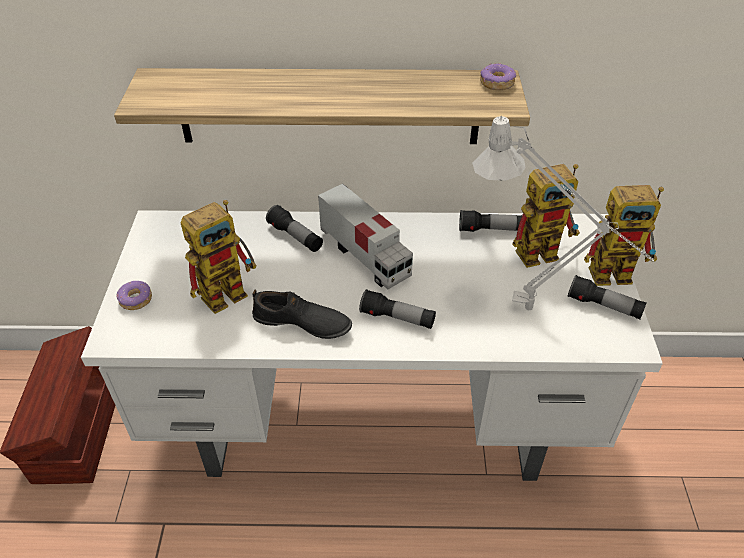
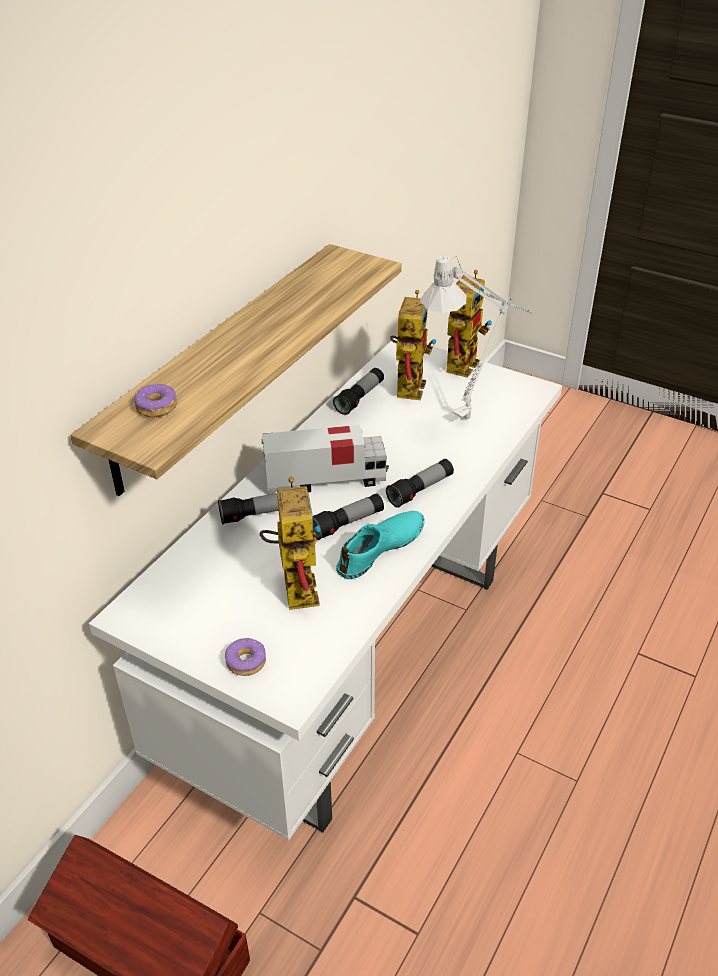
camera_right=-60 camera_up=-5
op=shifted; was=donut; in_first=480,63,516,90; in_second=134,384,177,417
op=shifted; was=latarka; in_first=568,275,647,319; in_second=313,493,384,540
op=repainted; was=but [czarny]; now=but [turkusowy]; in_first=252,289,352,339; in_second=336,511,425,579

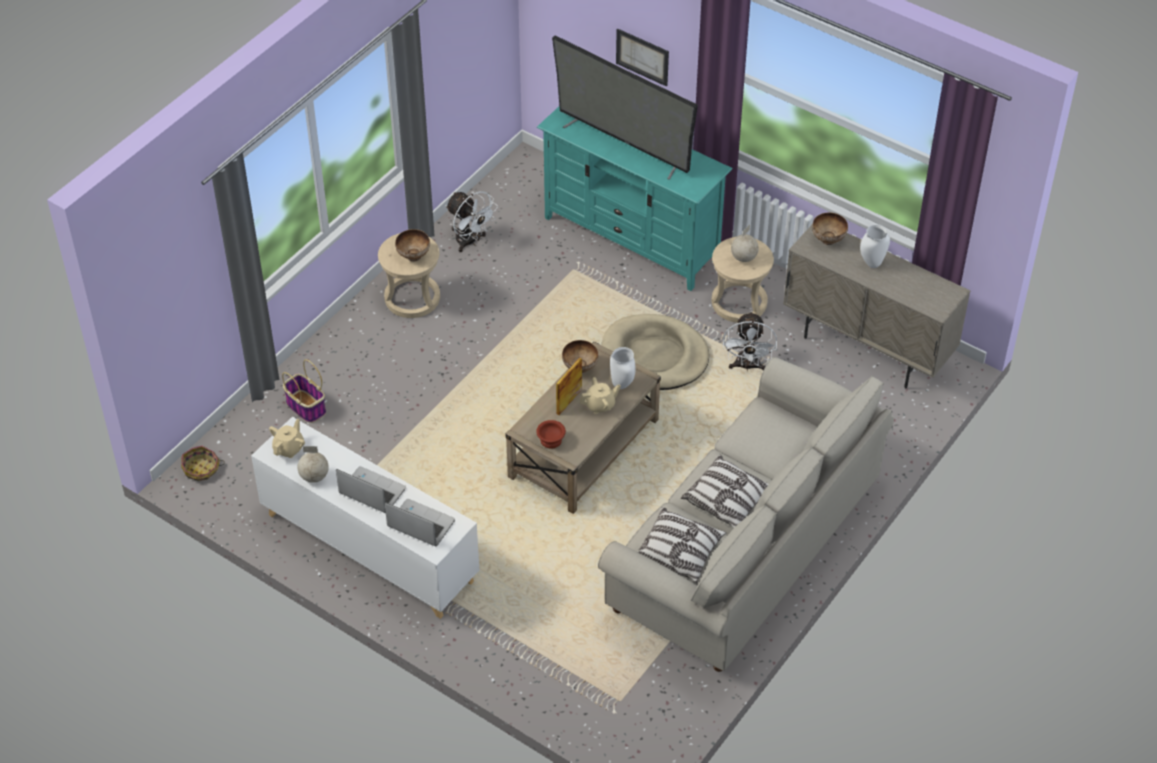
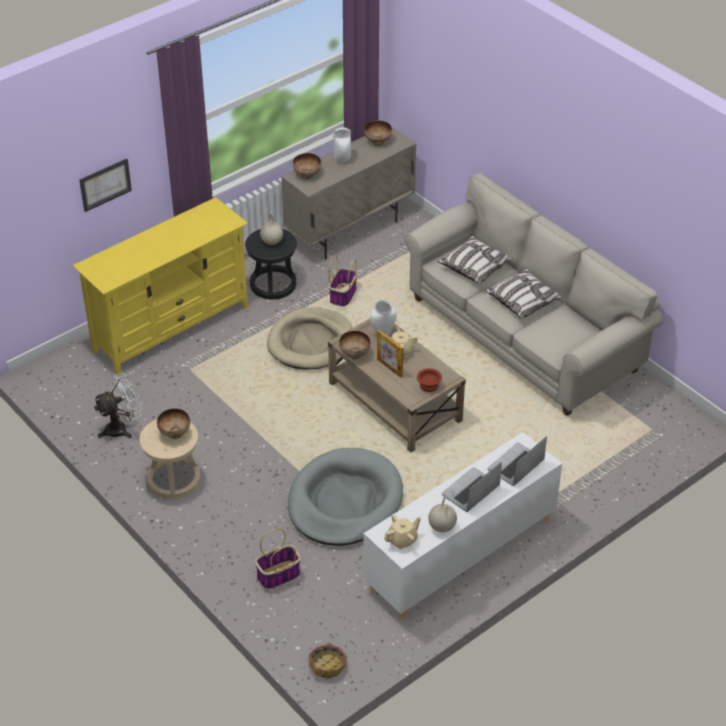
camera_right=-75 camera_up=-5
op=gone; was=telewizor; in_first=552,35,698,180
op=new; now=legowisko [szary]; in_second=288,448,403,546
op=new; now=miska; in_second=364,120,392,146
op=shifted; was=poduszka; in_first=637,507,726,582; in_second=438,236,512,284
op=swapped; was=wentylator [biały]; now=koszyk; in_first=723,311,777,372; in_second=329,254,357,307
op=repainted; was=szafka pod telewizor [turkusowy]; now=szafka pod telewizor [żółty]; in_first=537,107,733,291; in_second=72,197,248,376
op=repainted; was=stołek [beżowy]; now=stołek [czarny]; in_first=712,237,774,323; in_second=245,229,297,300
op=rotated; was=imbryk [beżowy]; in_first=269,419,305,458; in_second=384,514,421,549; clockwise=105

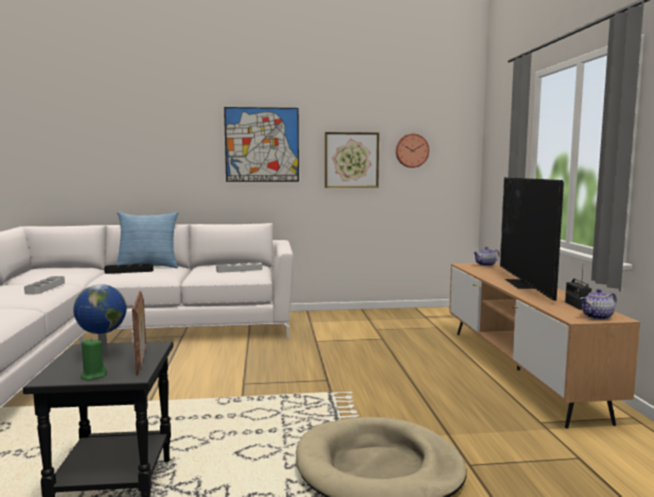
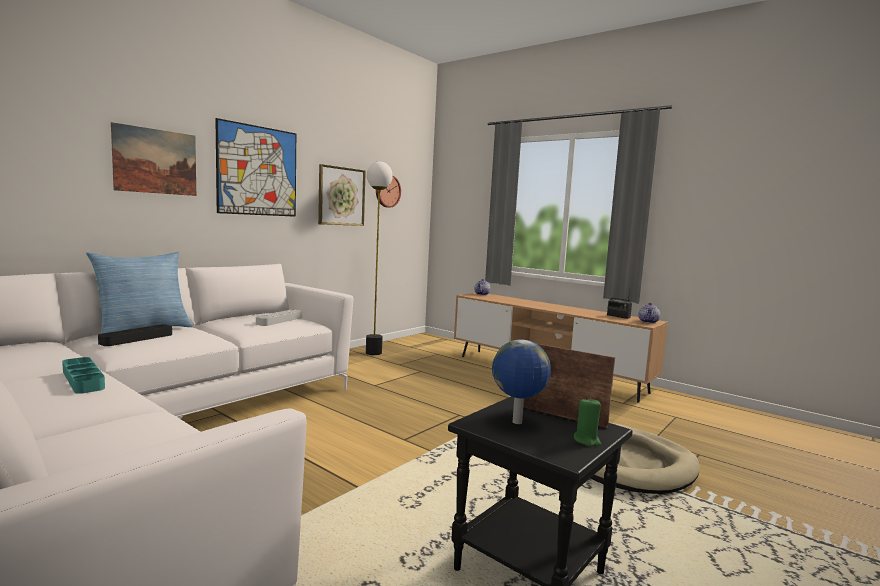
camera_right=-45 camera_up=0
op=gone; was=telewizor; in_first=500,177,564,301
op=new; now=obraz; in_second=111,122,196,196
op=new; now=lampa stojąca; in_second=366,161,393,355
op=repainted; was=taca [szary]; now=taca [turkusowy]; in_first=24,276,65,294; in_second=62,357,105,394

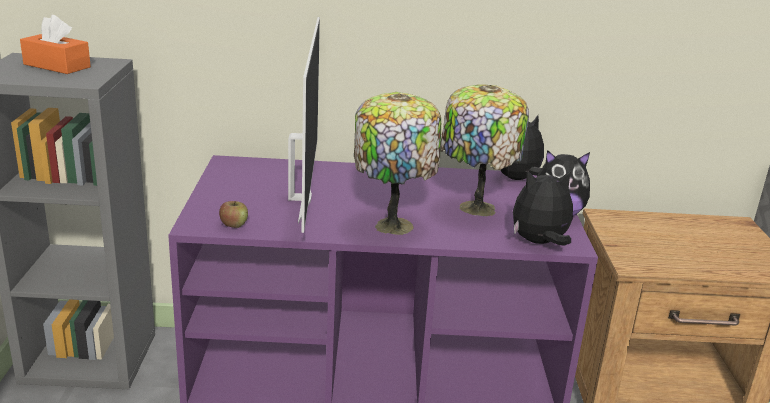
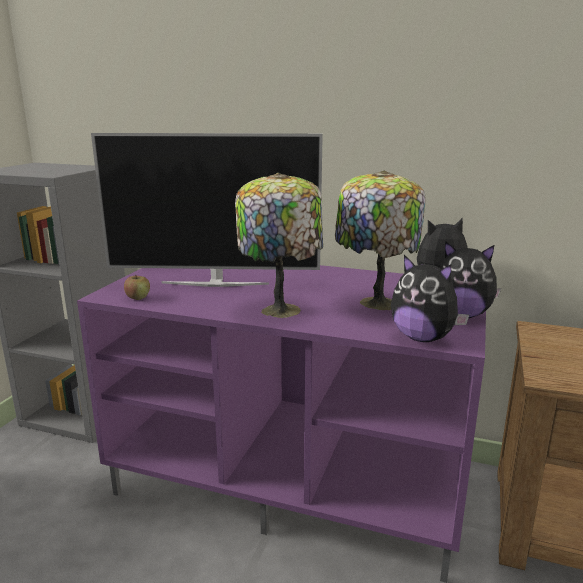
camera_right=20 camera_up=-5
op=gone; was=pudełko chusteczek [pomarańczowy]; in_first=20,15,91,74
op=rotated; was=telewizor; in_first=288,17,320,233; in_second=91,133,323,287; clockwise=75
op=rotated; was=pluszak; in_first=513,170,573,246; in_second=391,255,469,342; clockwise=-150

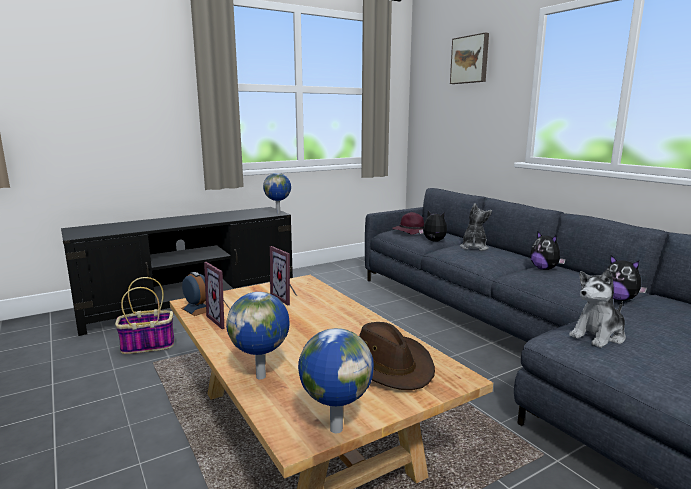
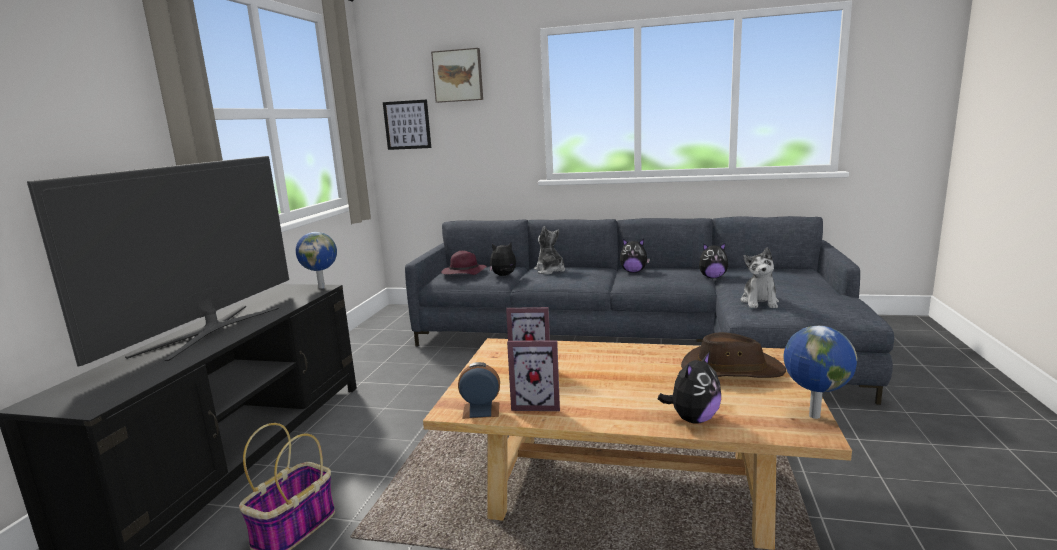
camera_right=-45 camera_up=0
op=new; now=telewizor; in_second=27,156,289,366
op=new; now=obraz; in_second=383,100,431,150
op=swapped; was=globus; now=pluszak; in_first=226,292,289,380; in_second=658,352,721,424

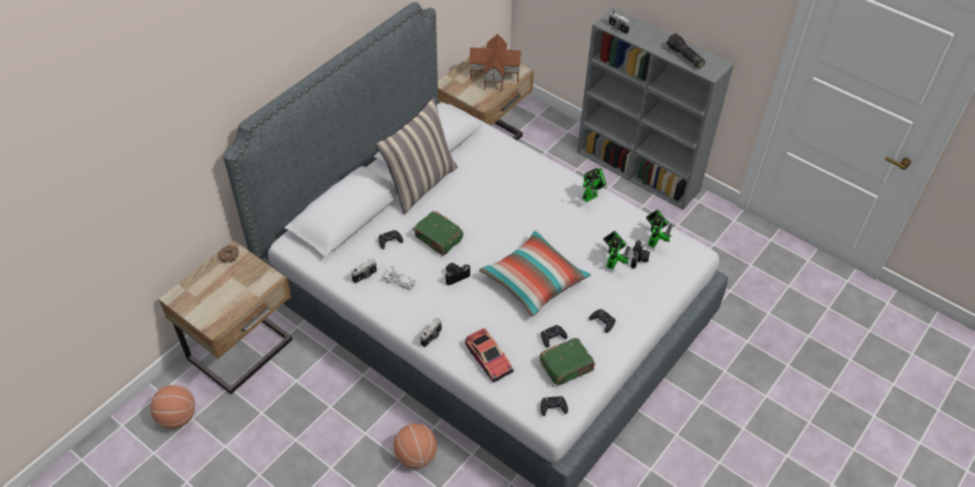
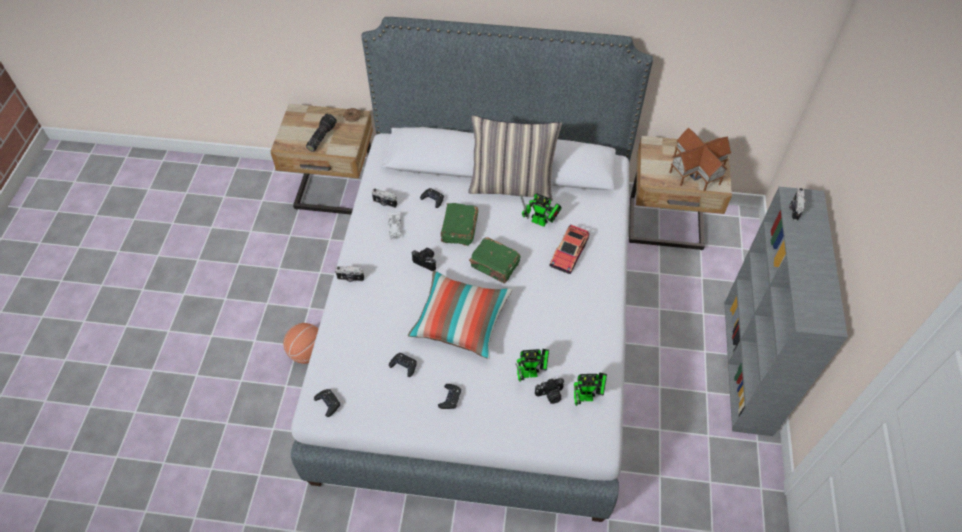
camera_right=60 camera_up=5
op=gone; was=piłka do koszykówki; in_first=151,385,195,429
op=shifted; was=samochodzik; in_first=465,328,514,382; in_second=549,225,589,274
op=shifted; was=książka [zielony]; in_first=540,338,595,385; in_second=469,237,521,283
op=shifted; was=robot zabawkowy; in_first=582,168,606,202; in_second=521,194,562,227
op=shifted; was=latarka; in_first=667,33,705,69; in_second=306,113,337,152

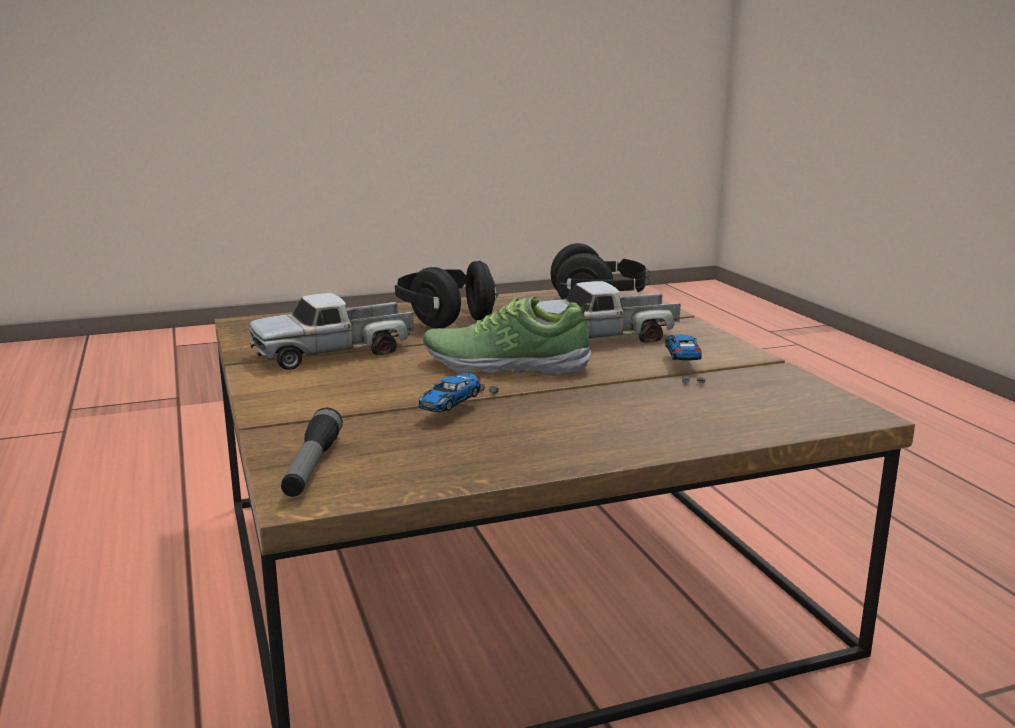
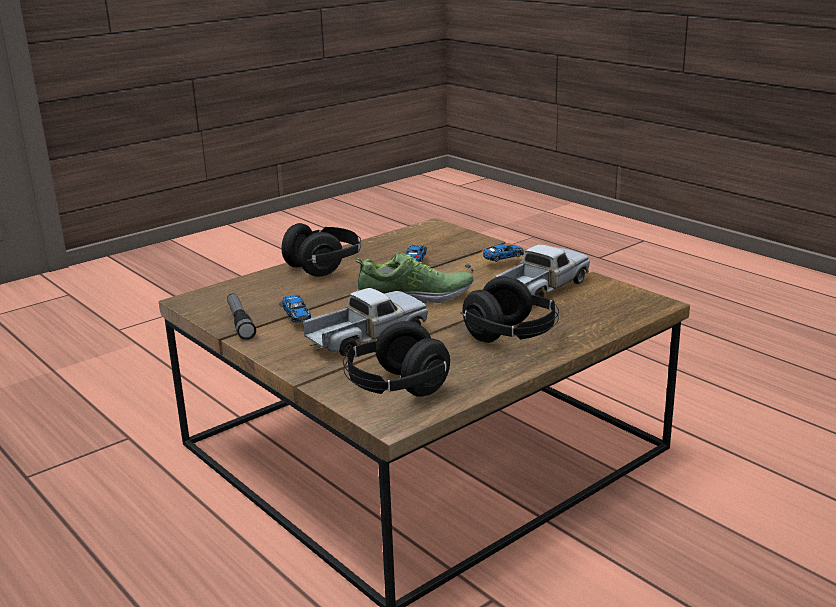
camera_right=160 camera_up=5
op=new; now=słuchawki [czarny]; in_second=282,223,361,276
op=new; now=samochodzik; in_second=465,244,524,272
op=shifted; was=latarka; in_first=281,407,343,497; in_second=227,294,256,340

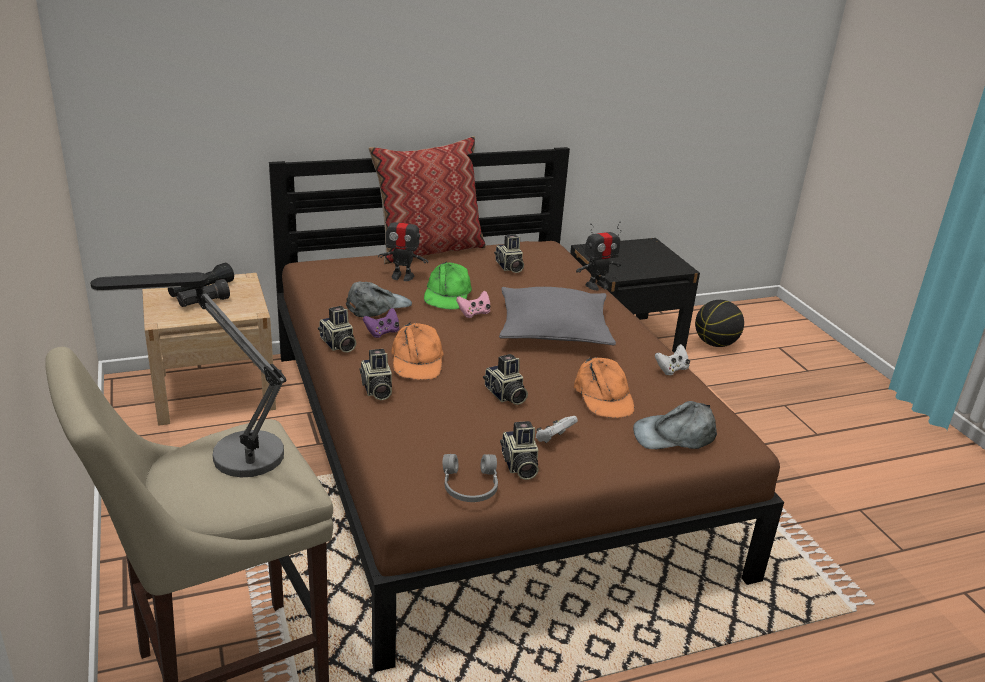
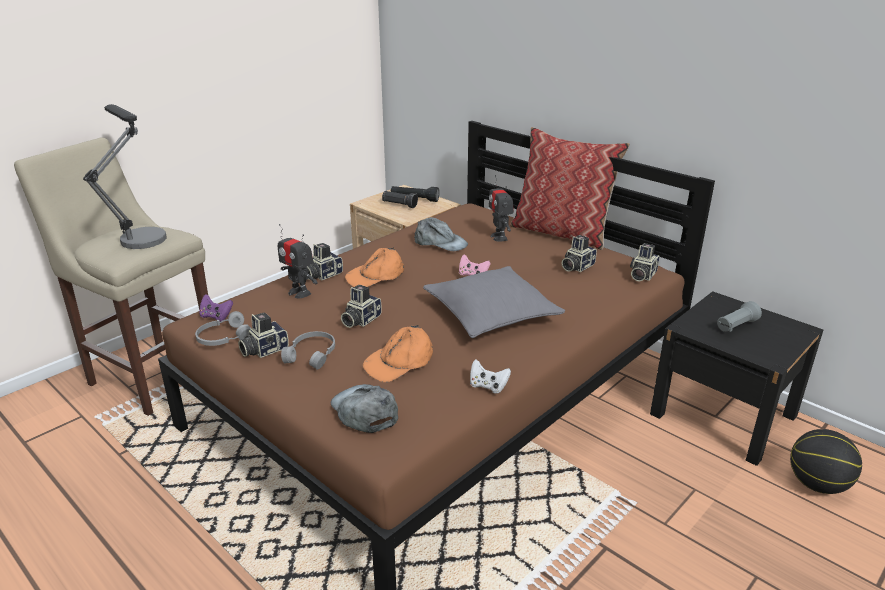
camera_right=65 camera_up=0
op=gone; was=czapka z daszkiem [zielony]; in_first=424,262,472,310
op=new; now=latarka [szary]; in_second=717,301,762,332
op=shifted; was=aparat fotograficzny; in_first=318,306,356,353; in_second=630,243,660,282
op=shifted; was=pad do gier [fioletowy]; in_first=363,308,399,338; in_second=199,294,233,322
op=shifted; was=robot zabawkowy; in_first=576,222,621,290; in_second=278,224,317,298
op=swapped; was=pad do gier [biały]; now=słuchawki [szary]; in_first=536,416,578,443; in_second=281,331,335,370

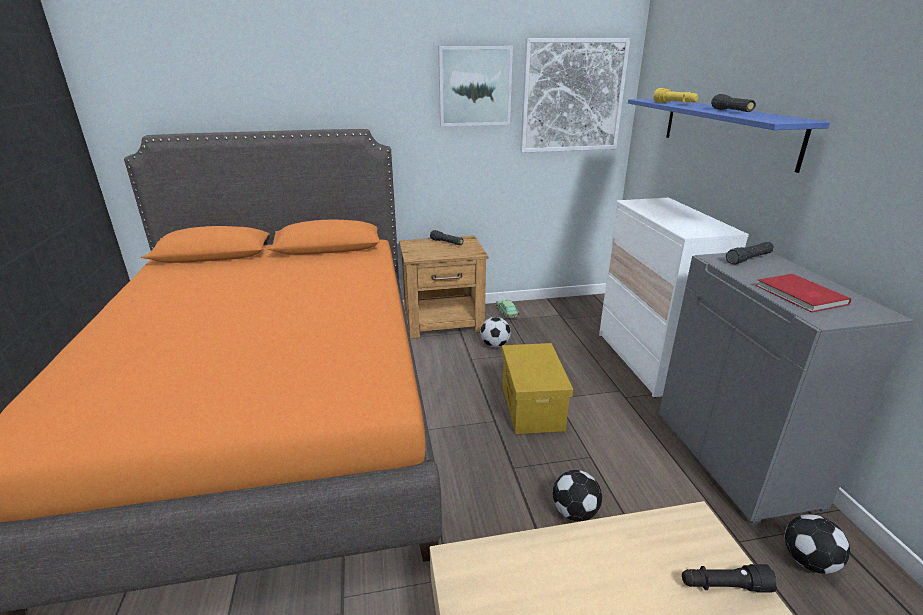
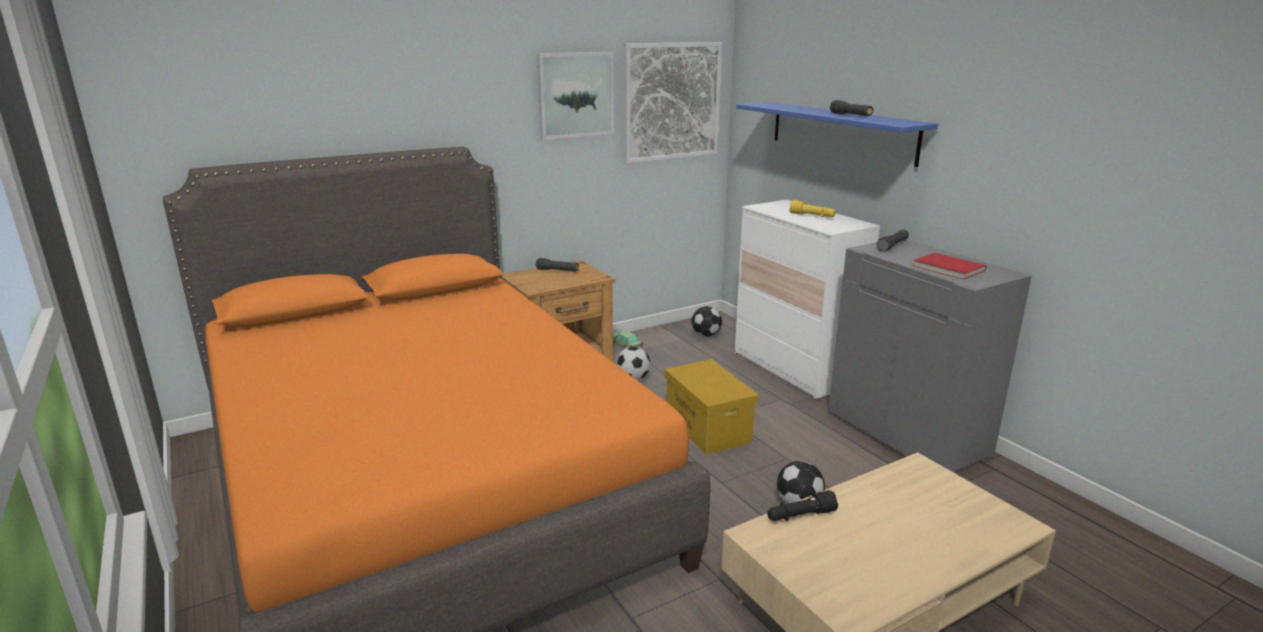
camera_right=-20 camera_up=-5
op=shifted; was=latarka [żółty]; in_first=653,88,698,103; in_second=789,200,836,217
op=shifted; was=latarka [czarny]; in_first=682,564,777,592; in_second=767,490,838,521
op=shifted; was=piłka futbolowa; in_first=785,514,850,574; in_second=692,306,722,337

